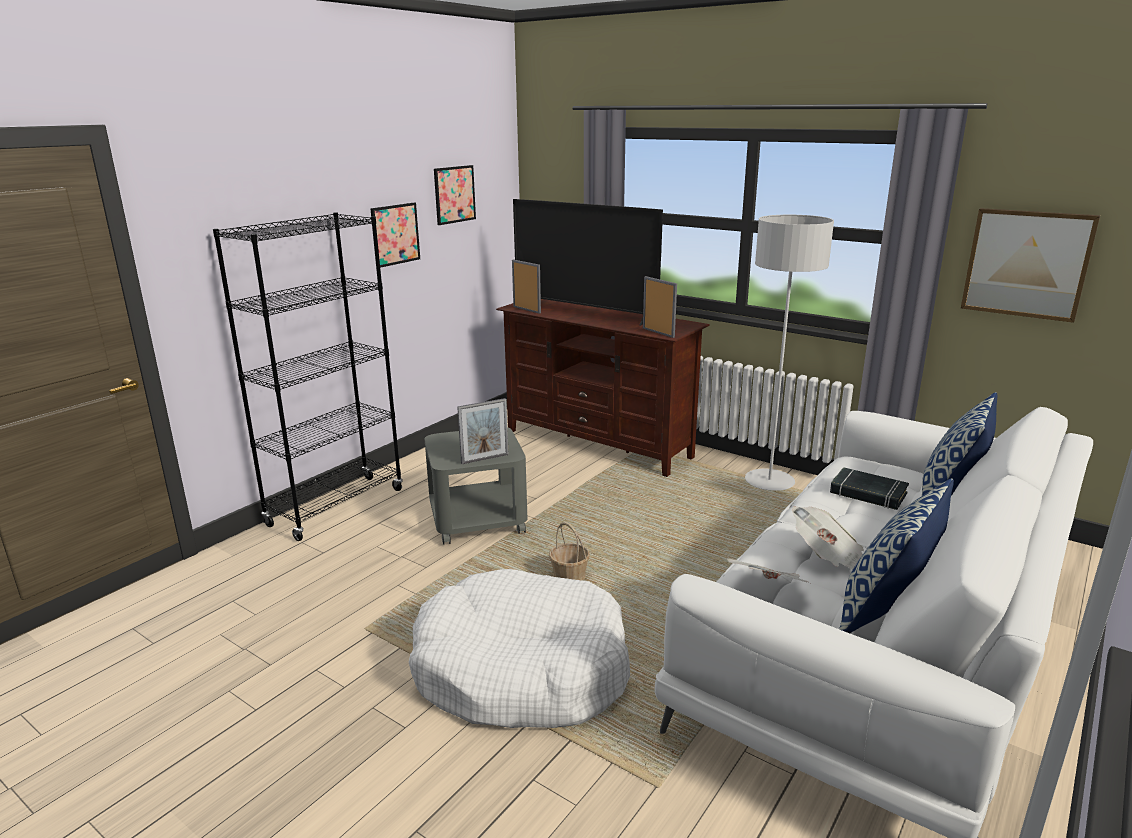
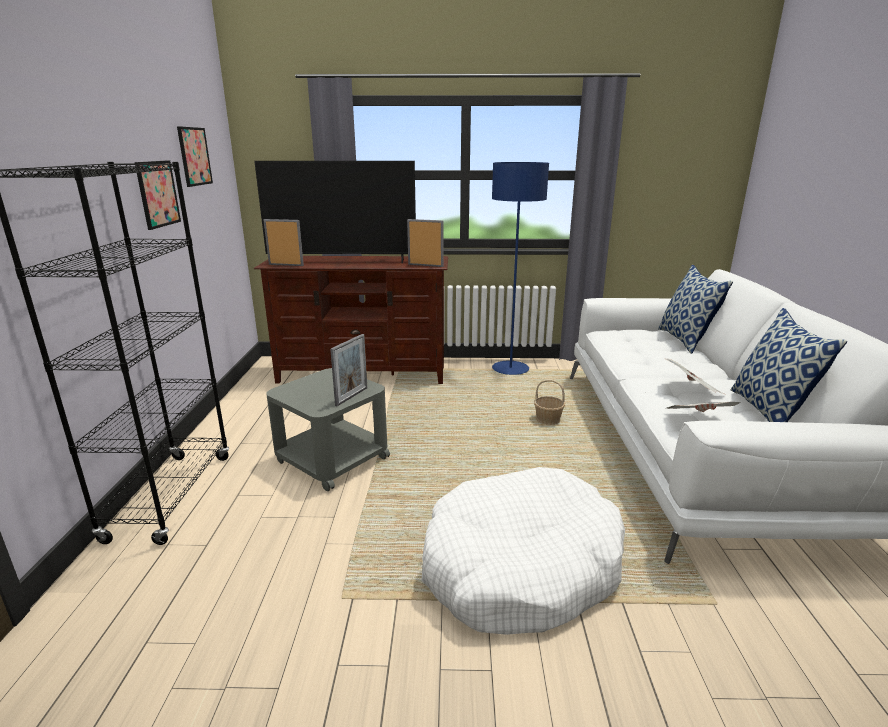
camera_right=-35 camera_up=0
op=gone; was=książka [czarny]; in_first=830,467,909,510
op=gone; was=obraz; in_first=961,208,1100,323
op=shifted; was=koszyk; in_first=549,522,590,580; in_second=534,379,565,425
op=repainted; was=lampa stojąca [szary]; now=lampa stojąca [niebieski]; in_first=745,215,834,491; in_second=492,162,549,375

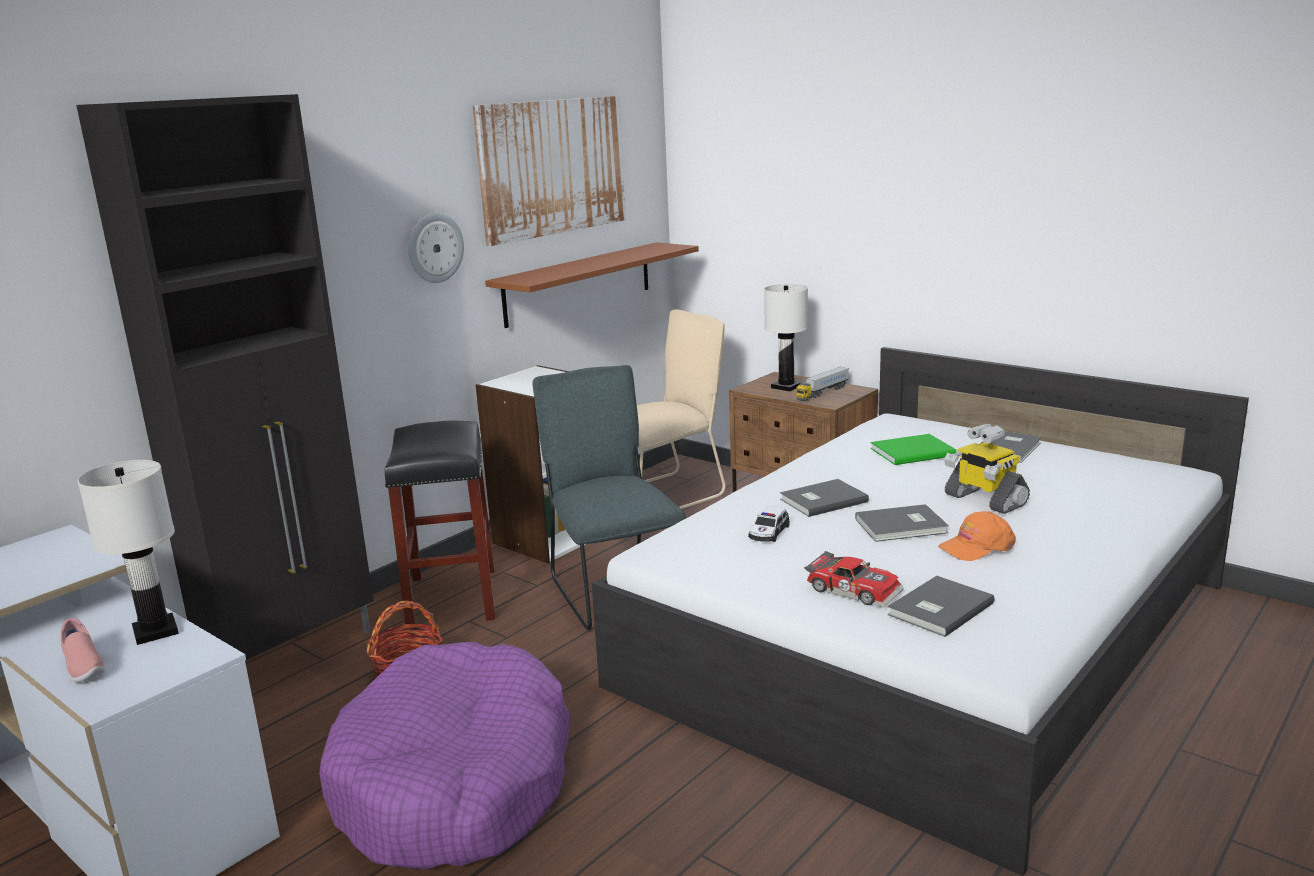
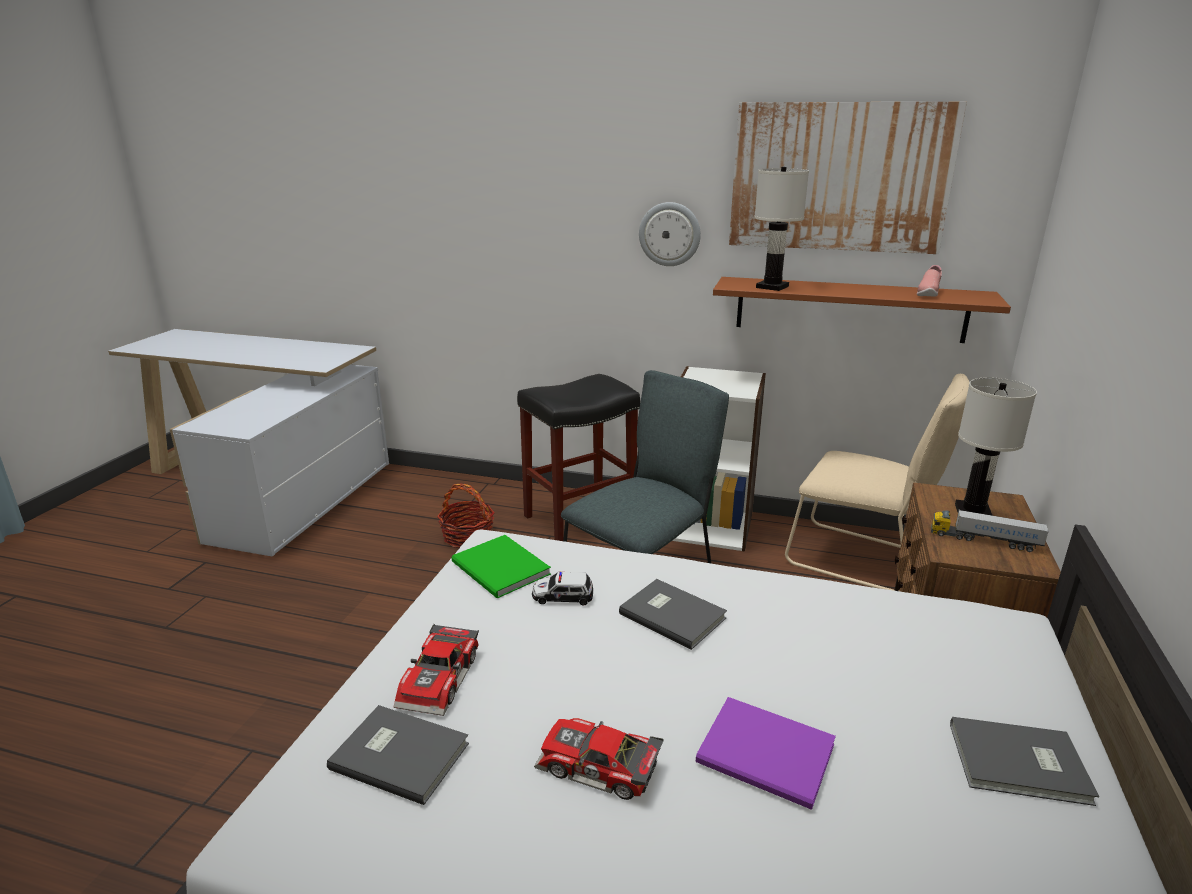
camera_right=65 camera_up=5
op=gone; was=szafka [czarny]; in_first=76,94,373,660
op=gone; was=legowisko [fioletowy]; in_first=319,642,569,870
op=gone; was=książka [szary]; in_first=855,504,949,542
op=shifted; was=but [różowy]; in_first=61,618,105,682; in_second=917,265,942,297
op=shifted; was=lampa stołowa [biały]; in_first=77,460,179,645; in_second=754,167,809,291
op=shifted; was=książka [zielony]; in_first=871,434,957,465; in_second=451,535,551,599
op=swapped; was=czapka z daszkiem [pomarańczowy]; now=samochodzik; in_first=938,511,1016,561; in_second=534,718,664,800
op=swapped; was=robot zabawkowy; now=książka [fioletowy]; in_first=944,424,1030,514; in_second=696,697,836,810

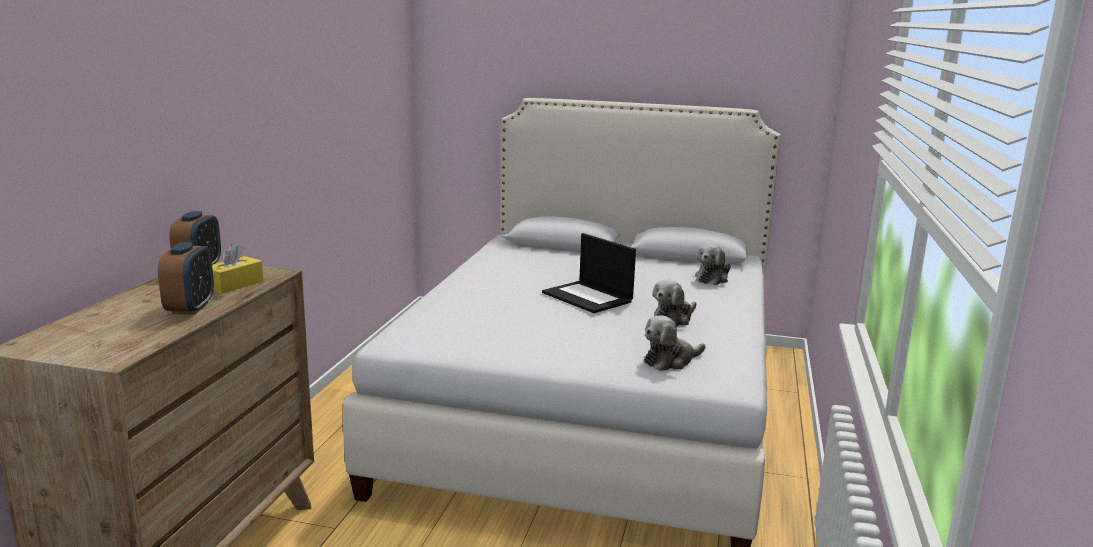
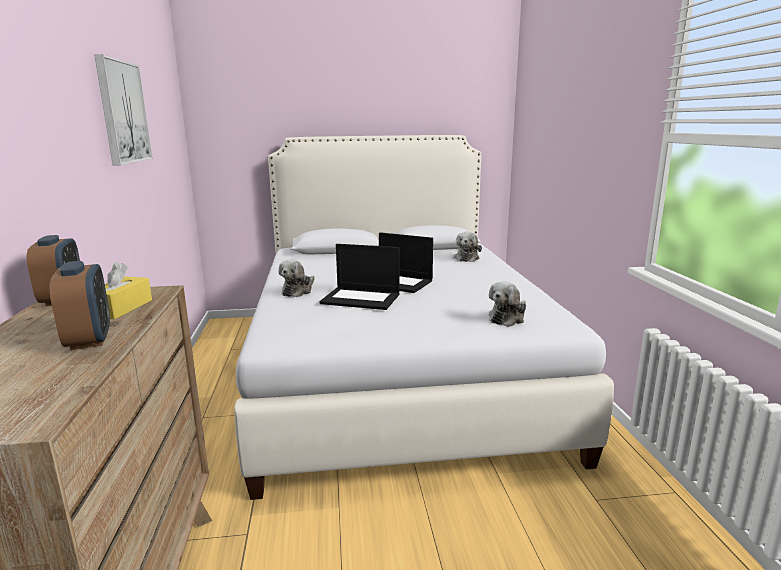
camera_right=-20 camera_up=0
op=new; now=obraz; in_second=94,54,153,166
op=new; now=laptop; in_second=319,244,400,310
op=shifted; was=pluszak; in_first=653,280,697,327; in_second=278,259,315,297

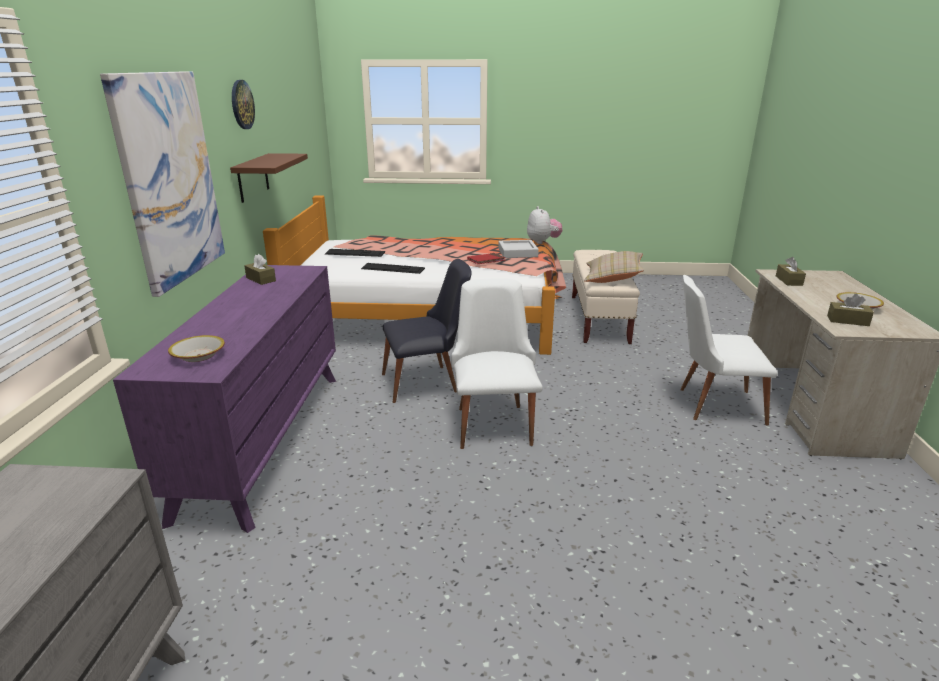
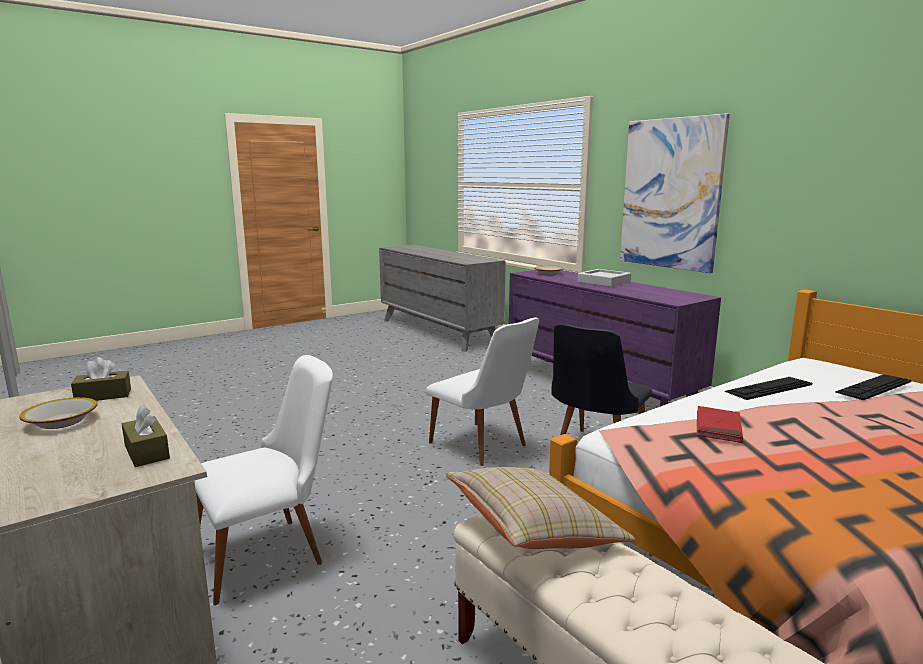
camera_right=140 camera_up=-10
op=gone; was=półka [brązowy]; in_first=230,153,308,203
op=gone; was=zegar ścienny; in_first=232,80,255,129
op=gone; was=pudełko chusteczek [brązowy]; in_first=244,254,276,285
op=gone; was=pluszak; in_first=527,206,562,244
op=shifted; was=taca [szary]; in_first=498,240,539,258; in_second=578,269,631,287

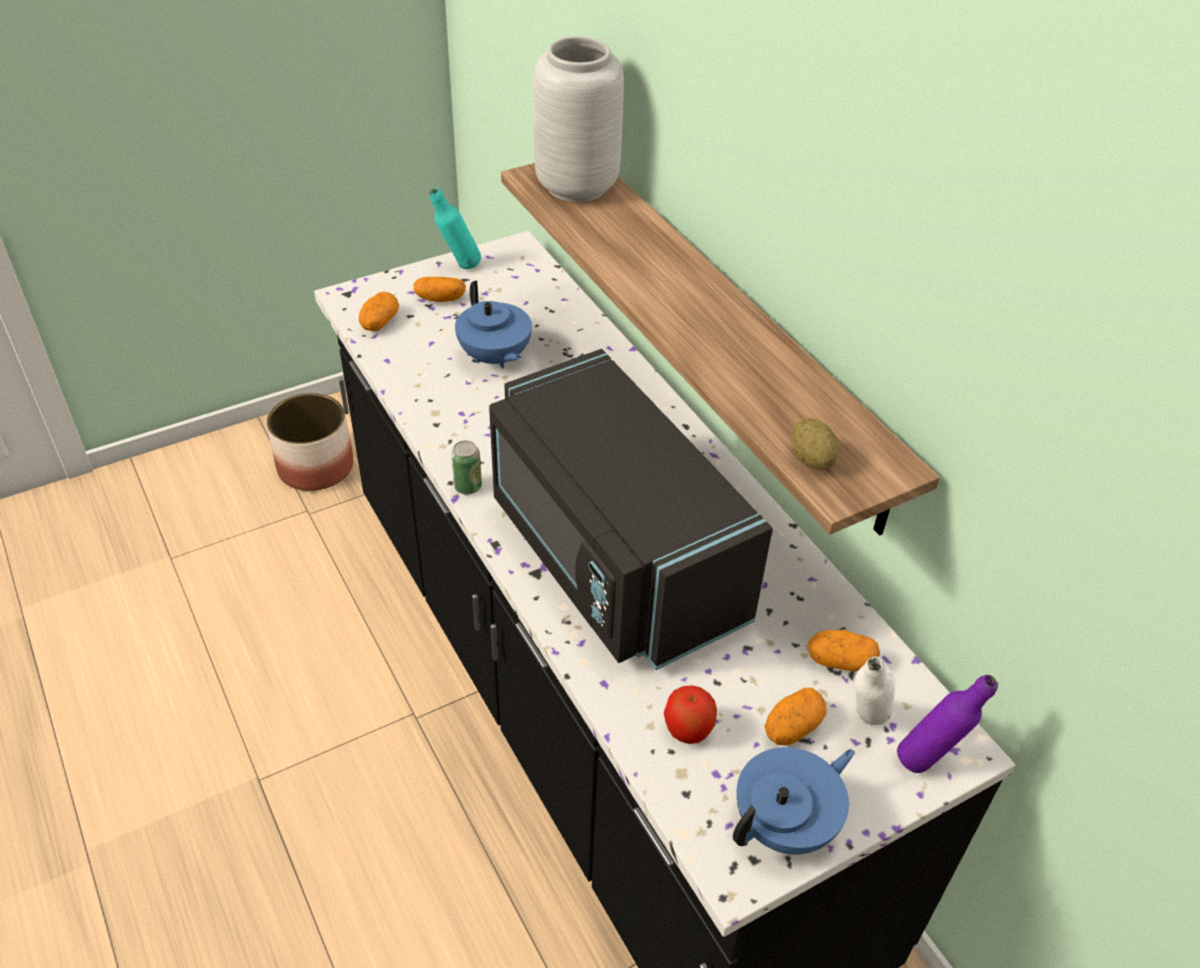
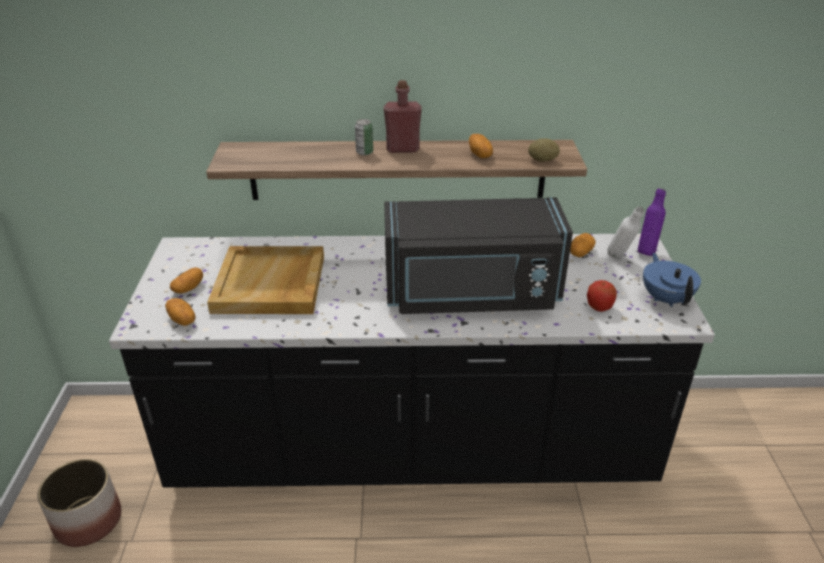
camera_right=-60 camera_up=-10
op=gone; was=butelka [turkusowy]; in_first=429,188,481,269
op=gone; was=wazon [szary]; in_first=533,36,624,202
op=new; now=butelka [czerwony]; in_second=384,80,422,153
op=shifted; was=puszka; in_first=451,440,482,494; in_second=355,119,373,156
op=shifted; was=ziemniak; in_first=765,688,827,746; in_second=469,134,493,158
op=swapped; was=imbryk [niebieski]; now=taca [beżowy]; in_first=455,280,532,369; in_second=207,246,324,314

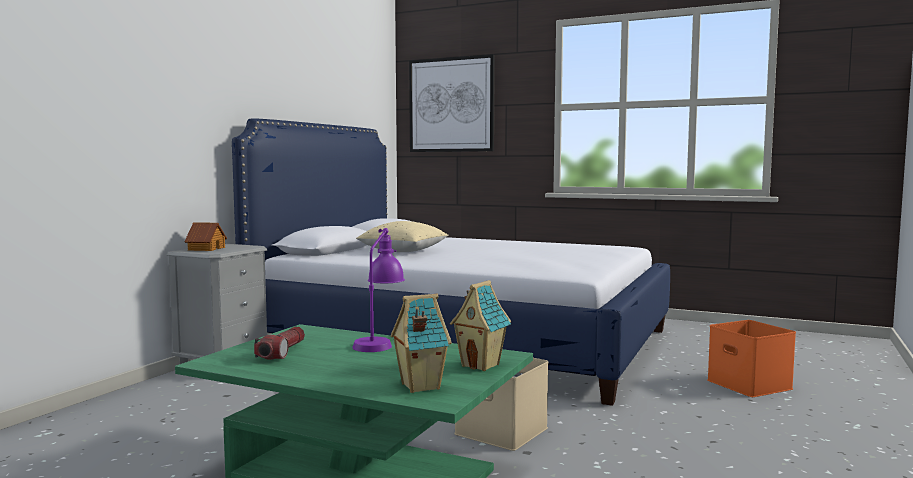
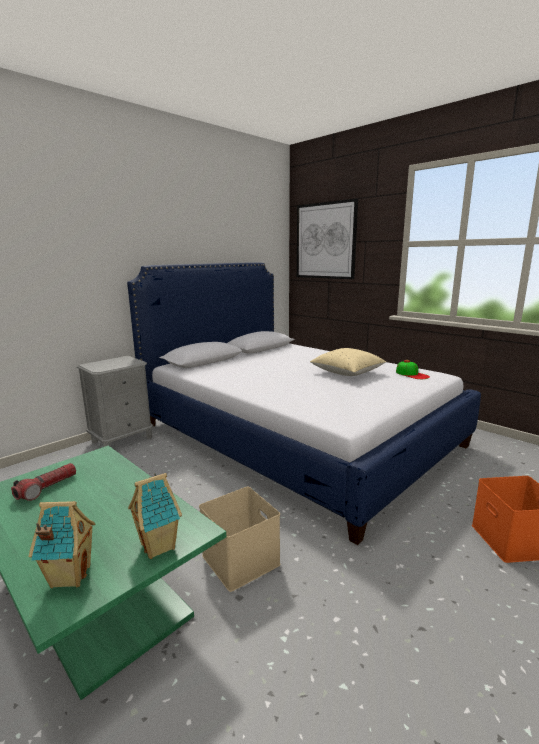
camera_right=20 camera_up=10
op=gone; was=domek; in_first=184,222,227,251
op=gone; was=lampa stołowa [fioletowy]; in_first=353,228,405,352
op=new; now=czapka z daszkiem; in_second=396,360,430,379
op=shifted; was=poduszka [beżowy]; in_first=356,221,449,252; in_second=310,348,386,376

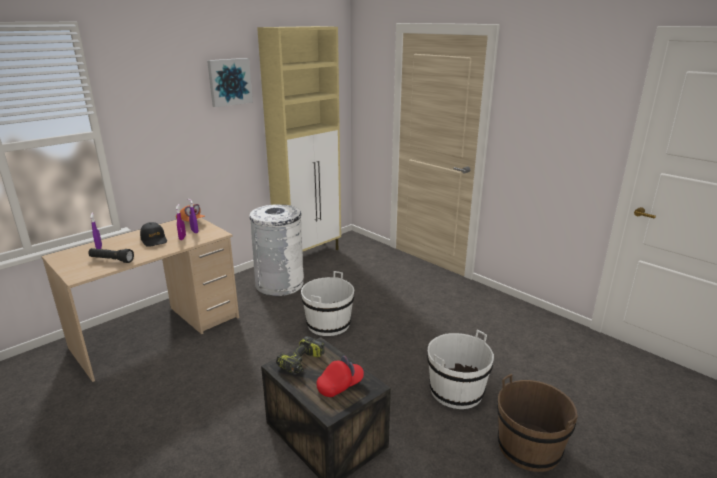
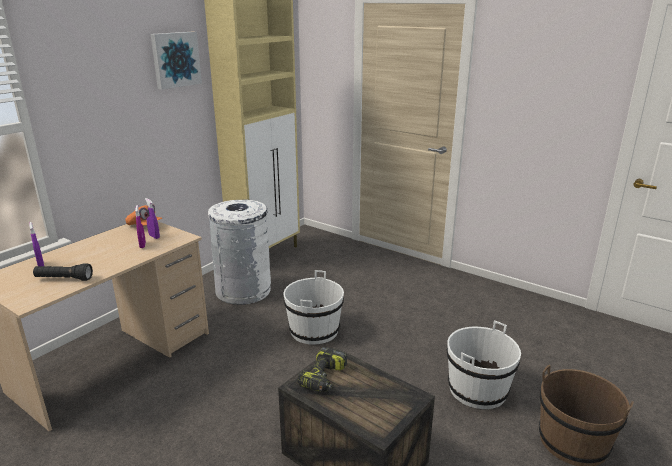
camera_right=-10 camera_up=0
op=gone; was=czapka z daszkiem [czarny]; in_first=140,222,167,247
op=gone; was=czapka z daszkiem [czerwony]; in_first=316,356,364,397

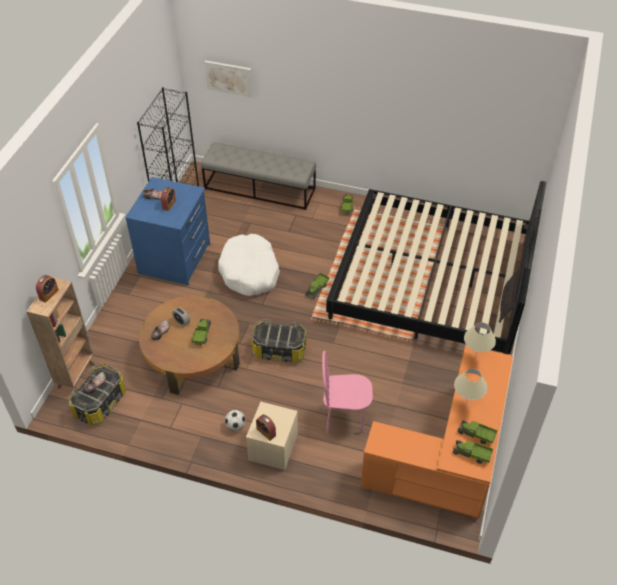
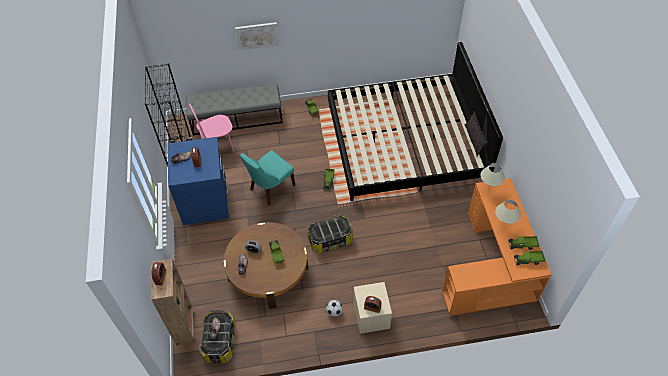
camera_right=-25 camera_up=5
op=shifted; was=obraz; in_first=204,60,253,97; in_second=235,22,279,50
op=shifted; was=krzesło [różowy]; in_first=322,351,373,433; in_second=189,104,234,152
op=swapped; was=legowisko [biały]; now=krzesło [turkusowy]; in_first=218,234,280,296; in_second=240,150,295,205

